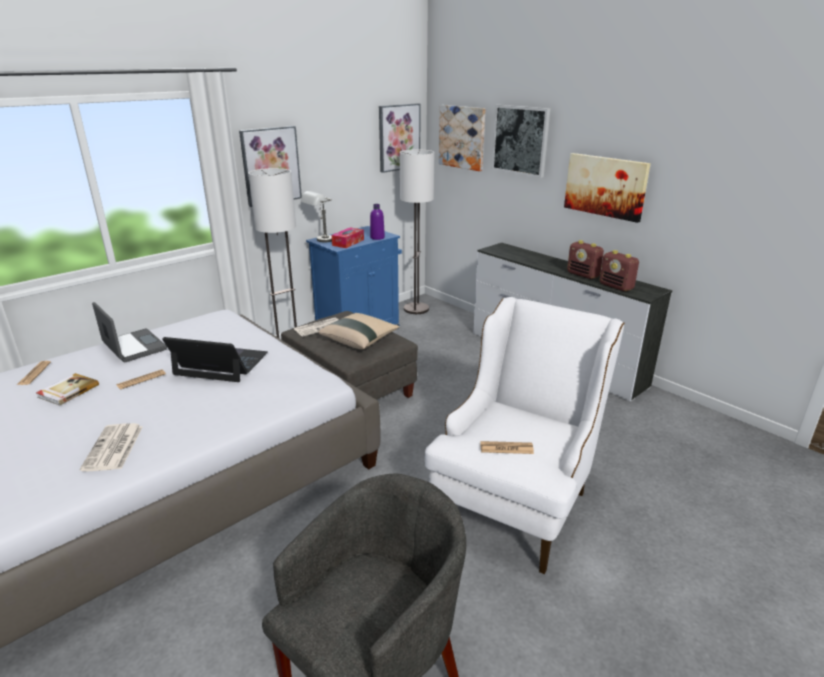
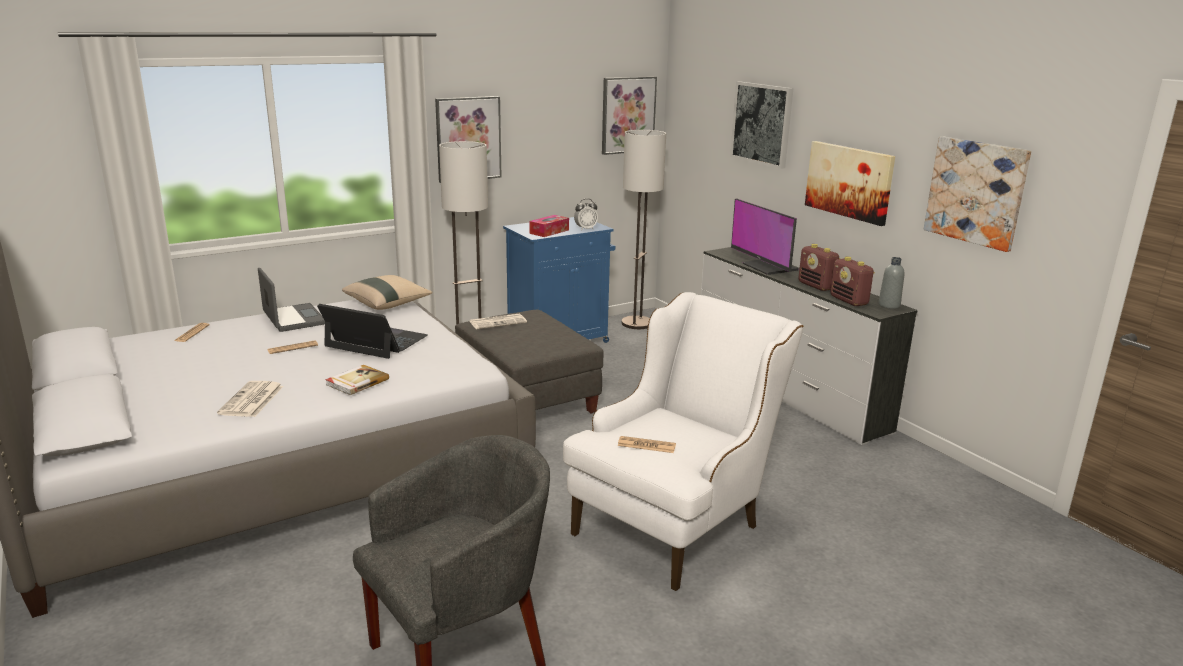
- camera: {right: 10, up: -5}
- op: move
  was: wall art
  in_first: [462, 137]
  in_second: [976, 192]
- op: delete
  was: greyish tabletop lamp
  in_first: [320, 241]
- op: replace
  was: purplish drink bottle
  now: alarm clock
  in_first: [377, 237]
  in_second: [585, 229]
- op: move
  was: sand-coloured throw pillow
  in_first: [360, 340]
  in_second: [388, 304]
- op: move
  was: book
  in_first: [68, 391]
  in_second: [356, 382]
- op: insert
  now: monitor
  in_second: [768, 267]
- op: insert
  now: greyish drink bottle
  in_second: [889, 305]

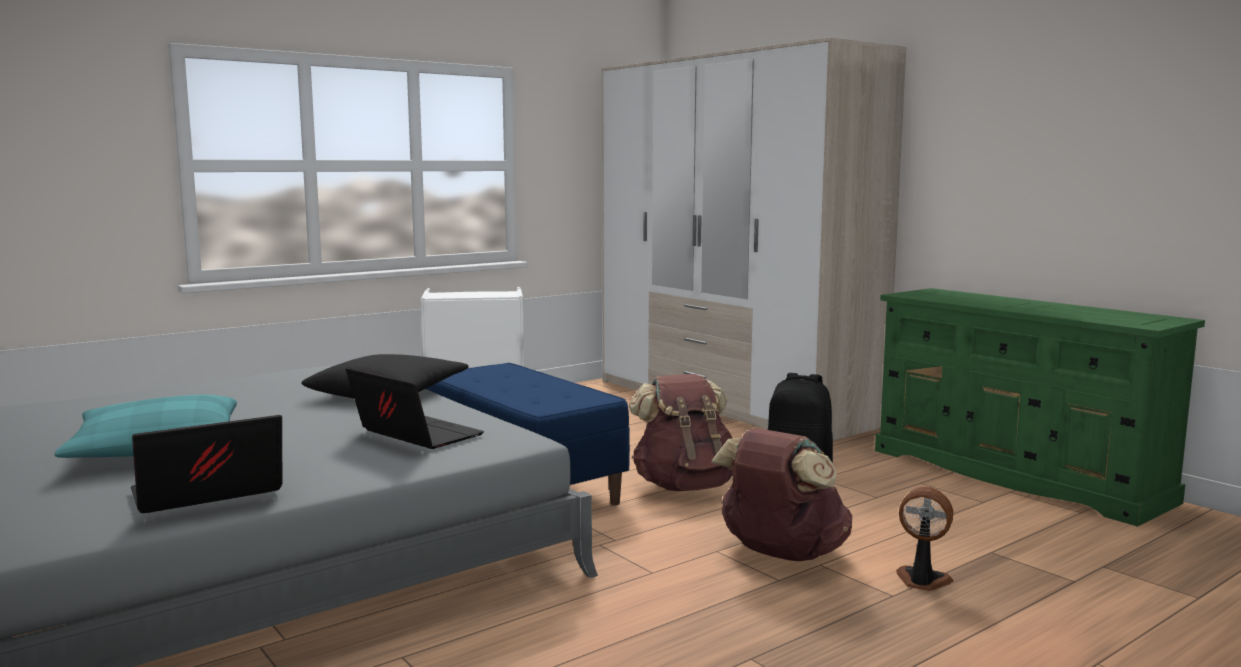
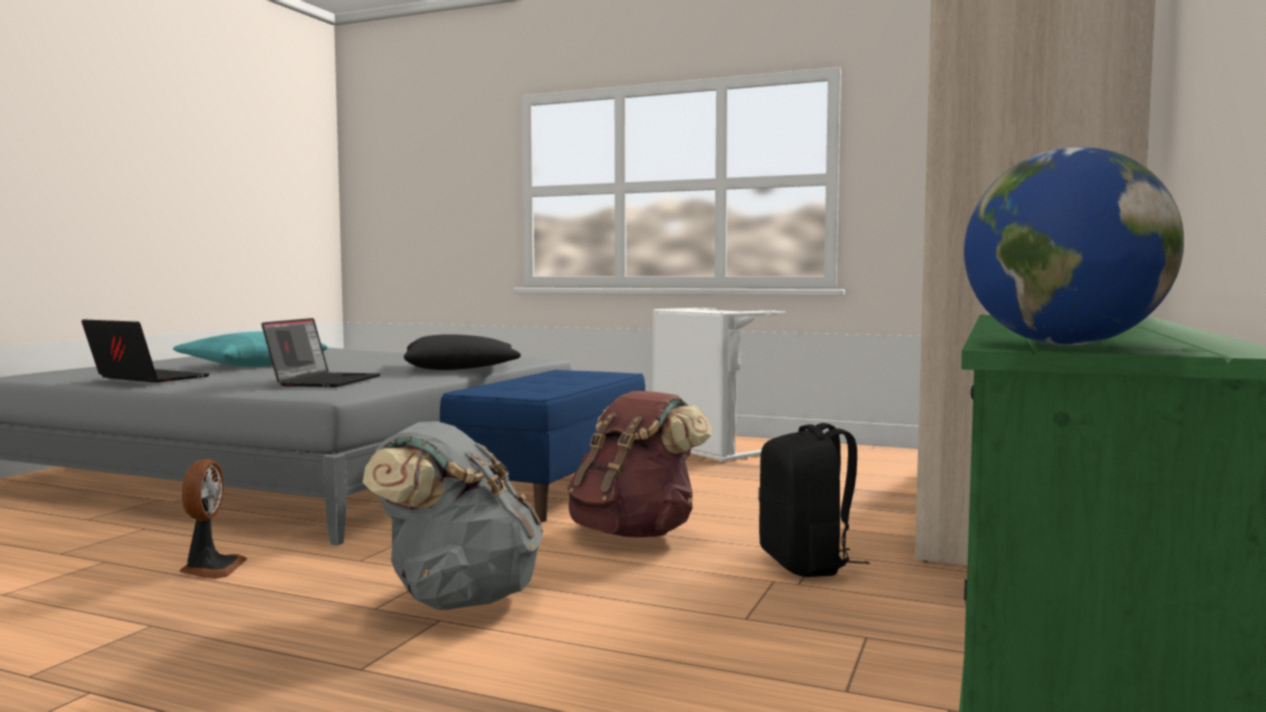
- camera: {right: 60, up: -5}
- op: recolor
  was: brown-coloured backpack
  now: greyish backpack
  in_first: [781, 554]
  in_second: [457, 598]
- op: move
  was: cooling fan
  in_first: [922, 581]
  in_second: [211, 568]
- op: insert
  now: world globe
  in_second: [1064, 345]

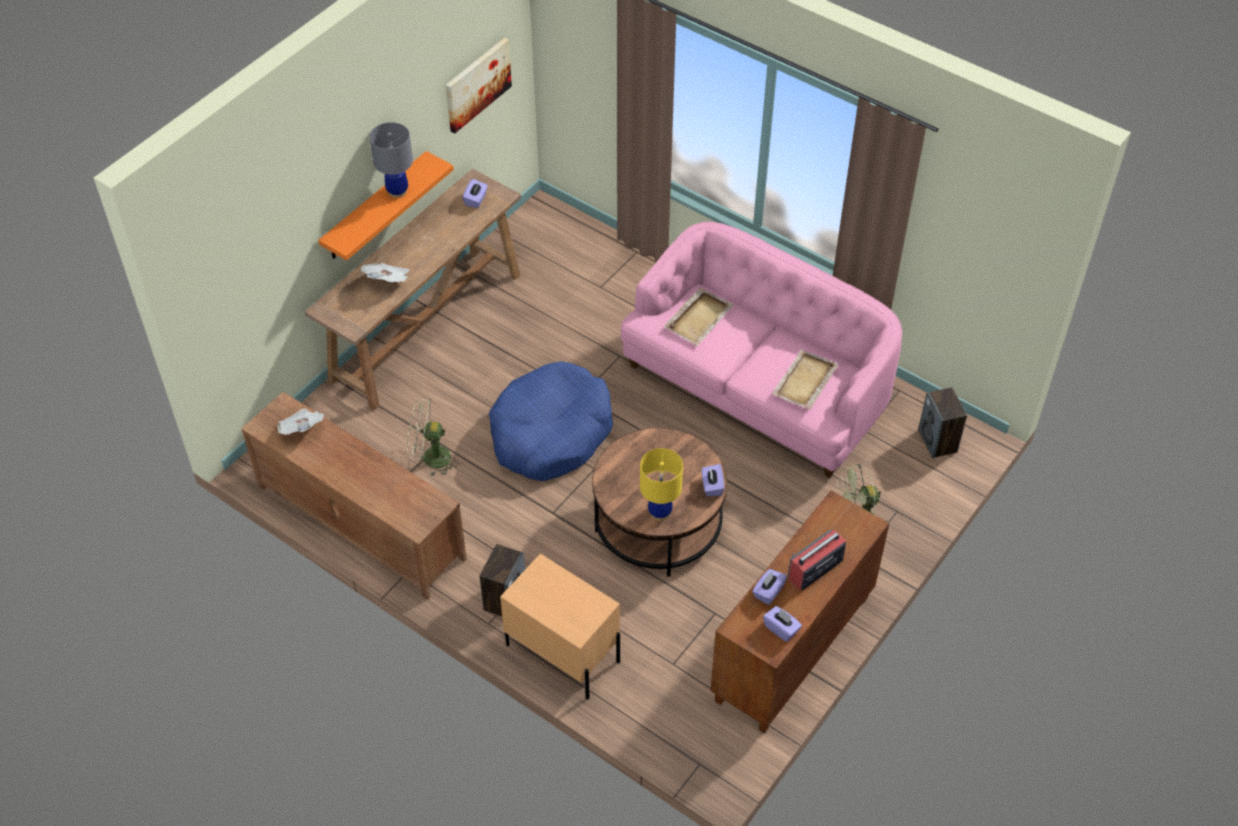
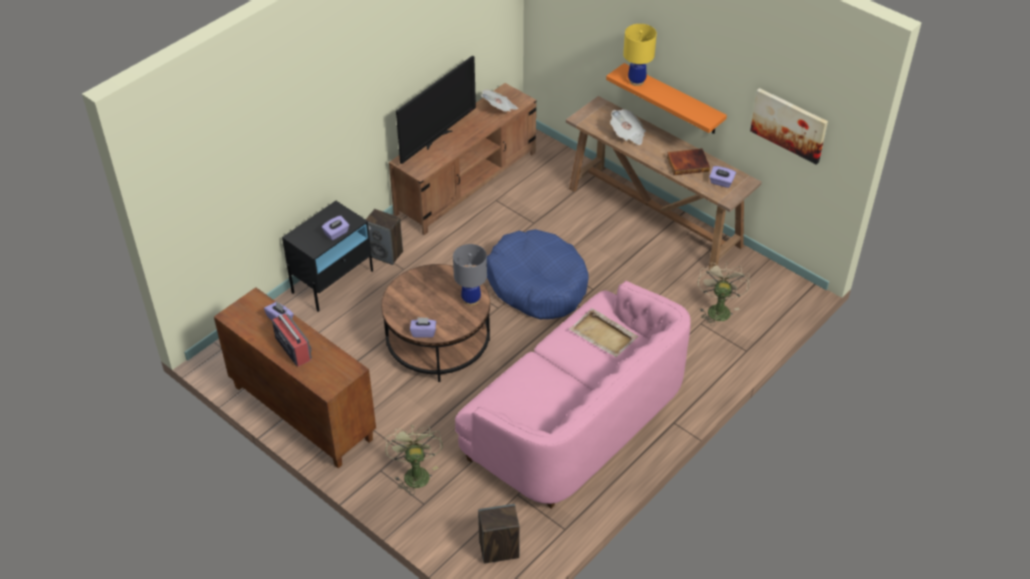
- camera: {right: 95, up: -5}
- op: move
  was: greyish tabletop lamp
  in_first: [397, 191]
  in_second: [471, 300]
- op: delete
  was: sand-coloured carrying tray
  in_first: [804, 381]
- op: move
  was: sand-coloured cooling fan
  in_first: [430, 458]
  in_second: [718, 309]
- op: move
  was: yellowish tabletop lamp
  in_first: [660, 512]
  in_second: [636, 81]
- op: recolor
  was: sand-coloured nightstand
  now: black nightstand
  in_first: [562, 652]
  in_second: [333, 281]
- op: move
  was: purplish box of tissues
  in_first: [781, 629]
  in_second: [336, 233]
- op: insert
  now: TV set
  in_second: [437, 138]
- op: insert
  now: book
  in_second: [687, 163]

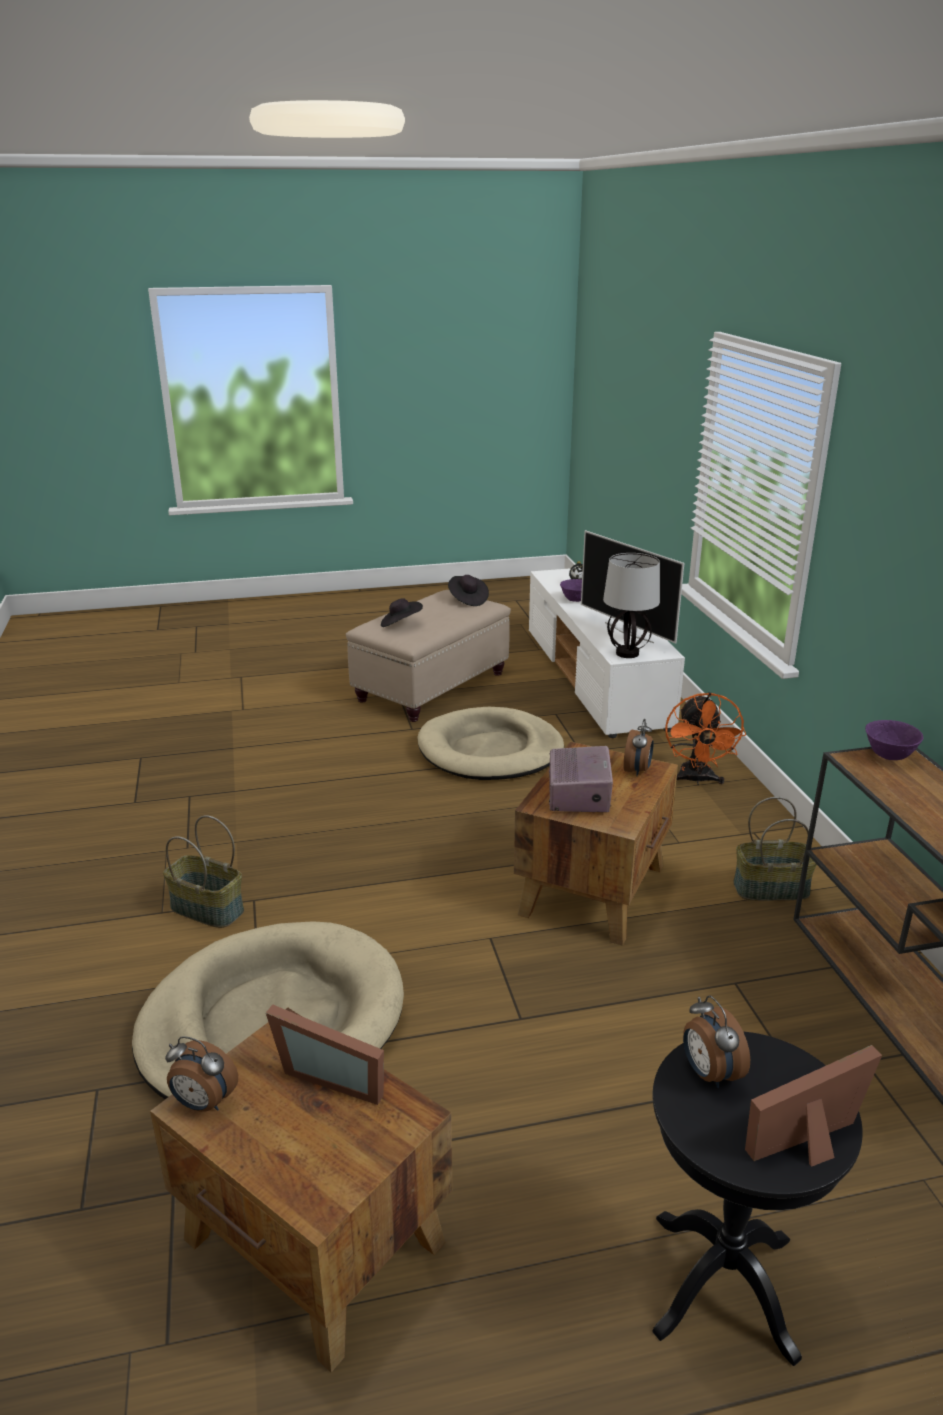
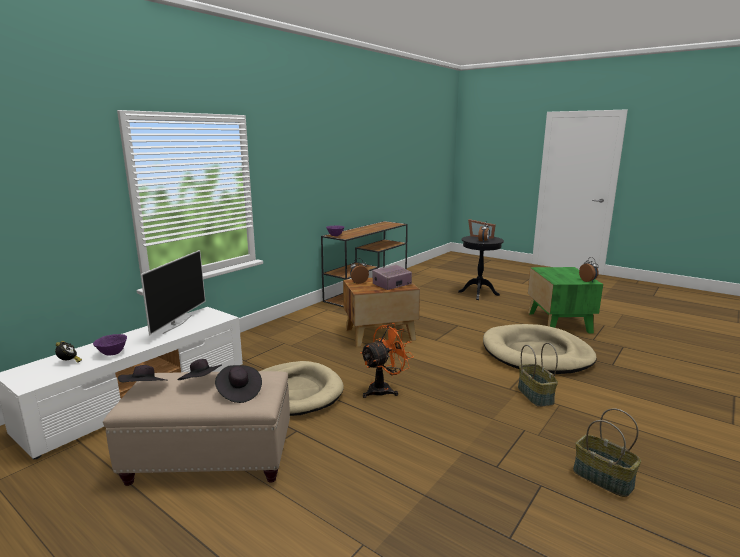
- camera: {right: -130, up: -10}
- op: delete
  was: tabletop lamp
  in_first: [627, 653]
- op: move
  was: orangey cooling fan
  in_first: [696, 780]
  in_second: [384, 389]
- op: move
  was: storage basket
  in_first: [771, 888]
  in_second: [602, 478]
- op: delete
  was: photo frame
  in_first: [333, 1074]
- op: recolor
  was: brown-coloured end table
  now: green-coloured end table
  in_first: [315, 1244]
  in_second: [559, 322]
- op: insert
  now: black hat
  in_second: [202, 383]

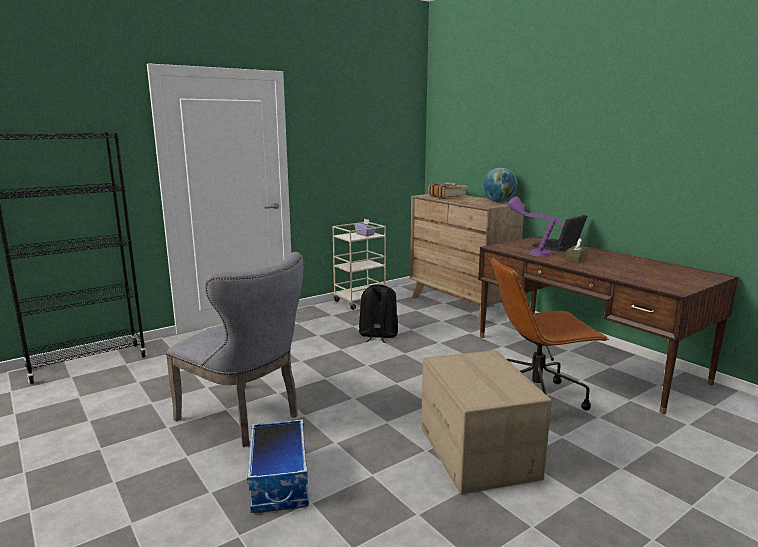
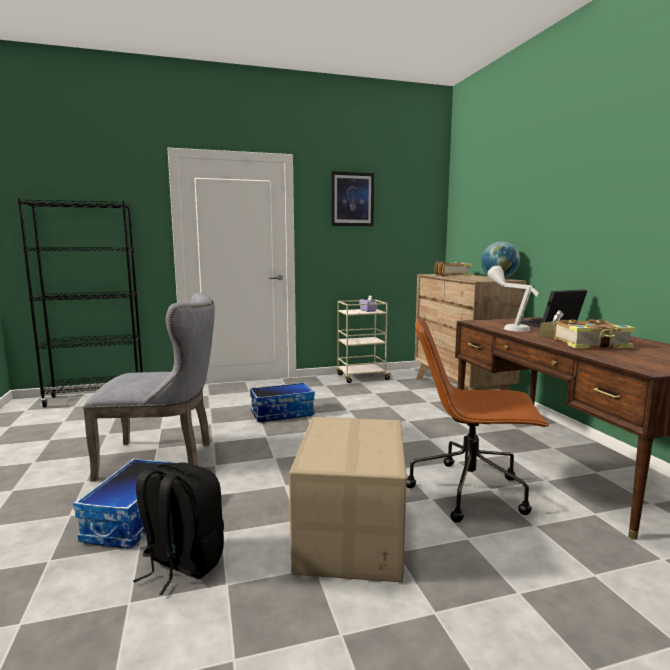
- camera: {right: 20, up: -5}
- op: recolor
  was: purplish tabletop lamp
  now: greyish tabletop lamp
  in_first: [531, 251]
  in_second: [509, 327]
- op: rotate
  was: greyish plain chair
  in_first: [246, 418]
  in_second: [164, 458]
  clockwise: -60
- op: move
  was: black backpack
  in_first: [378, 335]
  in_second: [181, 564]
- op: insert
  now: wall art
  in_second: [352, 199]
- op: insert
  now: book
  in_second: [592, 344]
- op: insert
  now: storage box
  in_second: [282, 413]

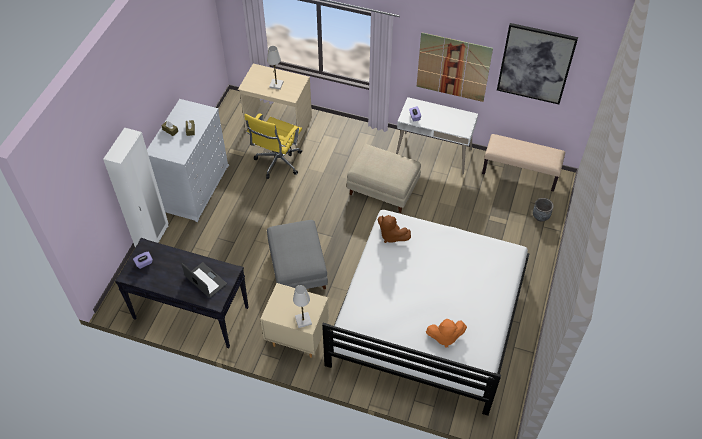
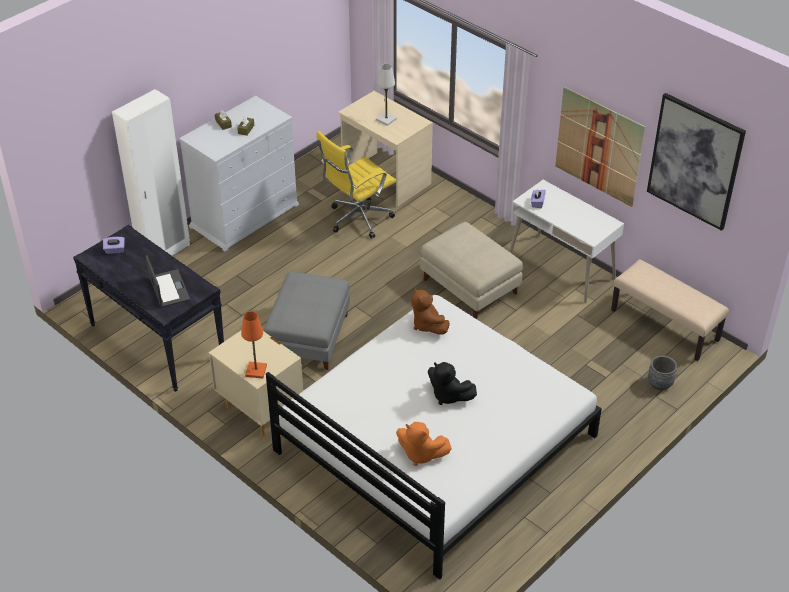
- camera: {right: 25, up: -10}
- op: recolor
  was: white-coloured tabletop lamp
  now: orangey tabletop lamp
  in_first: [303, 320]
  in_second: [256, 371]
- op: insert
  now: black plush toy
  in_second: [448, 395]

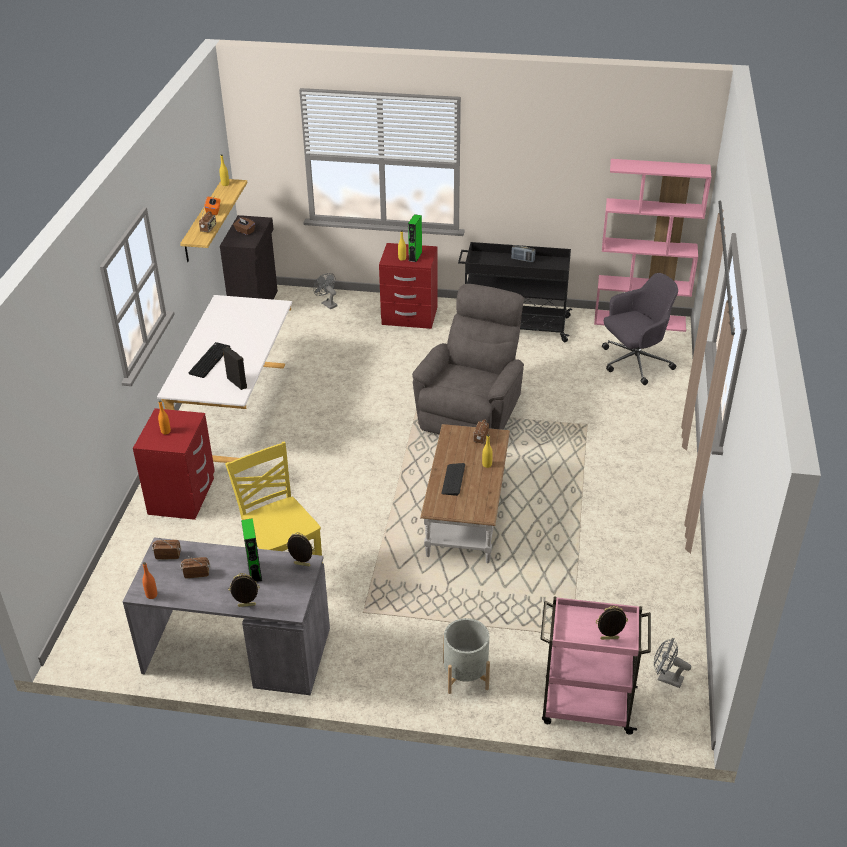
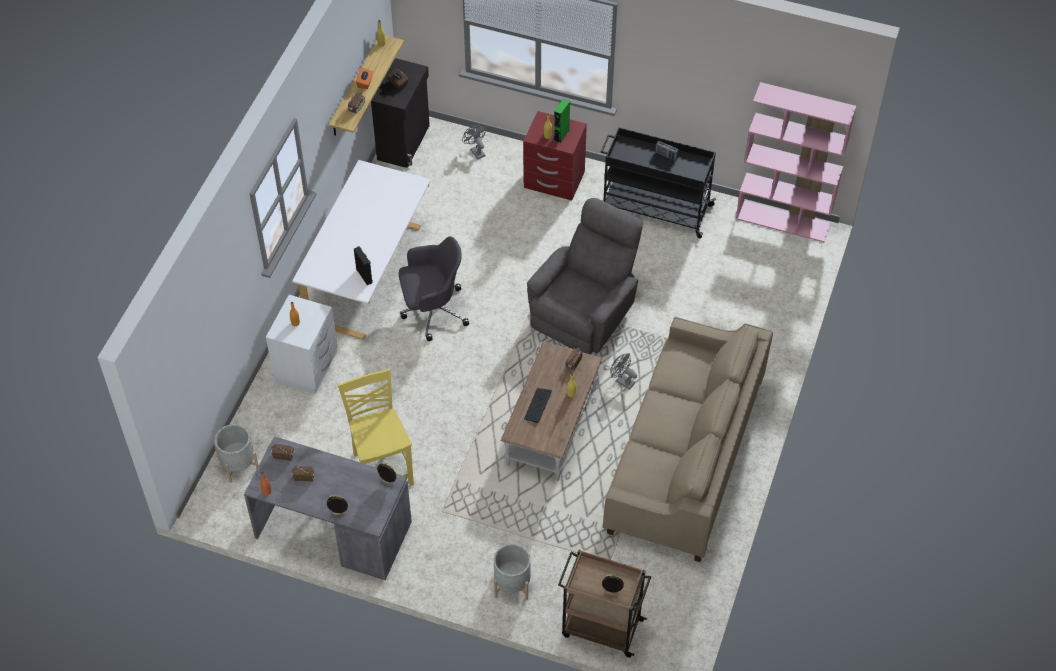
- camera: {right: 10, up: 15}
- op: move
  was: greyish office chair
  in_first: [634, 363]
  in_second: [432, 310]
- op: delete
  was: computer keyboard
  in_first: [209, 360]
- op: recolor
  was: reddish nightstand
  now: white-coloured nightstand
  in_first: [183, 496]
  in_second: [307, 367]
- op: delete
  was: green-coloured audio speaker
  in_first: [254, 572]
- op: recolor
  was: pink-coloured cart
  now: brown-coloured cart
  in_first: [585, 706]
  in_second: [601, 627]
- op: move
  was: greyish cooling fan
  in_first: [666, 678]
  in_second: [622, 381]
- op: insert
  now: sand-coloured settee
  in_second: [684, 459]
- op: insert
  now: greyish plant pot
  in_second: [238, 464]

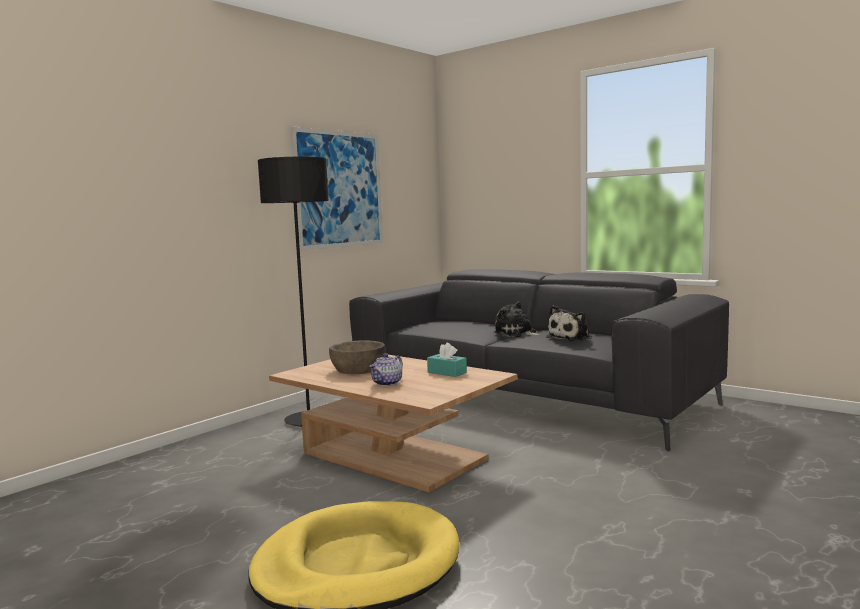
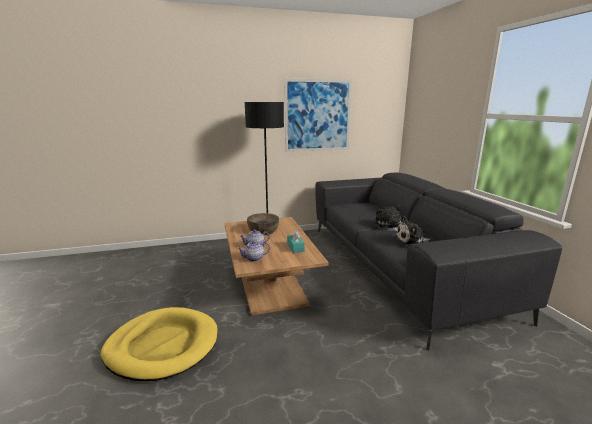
- camera: {right: 35, up: 10}
- op: insert
  now: teapot
  in_second: [254, 258]

